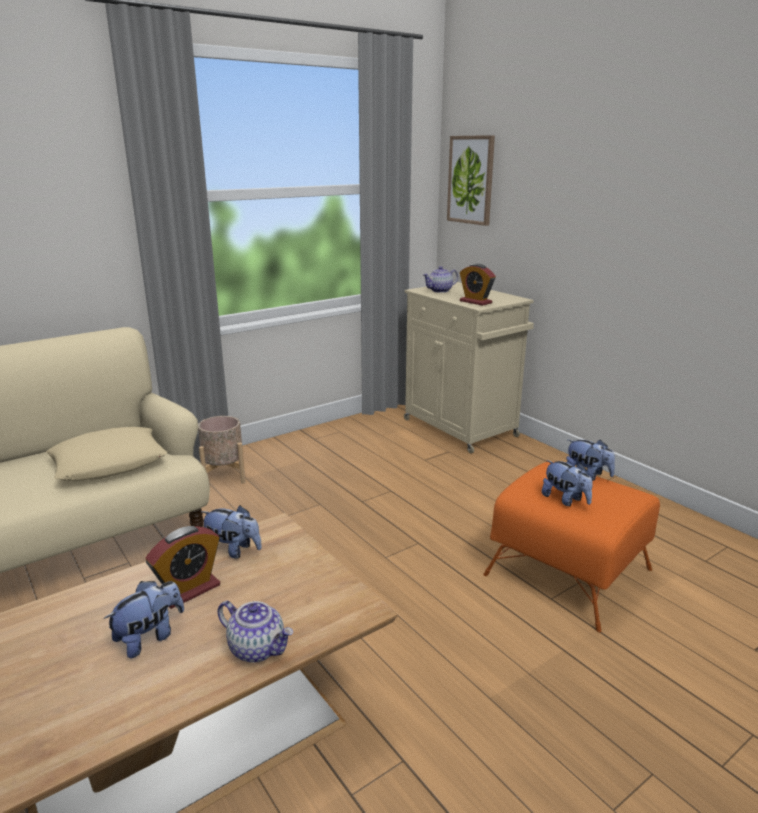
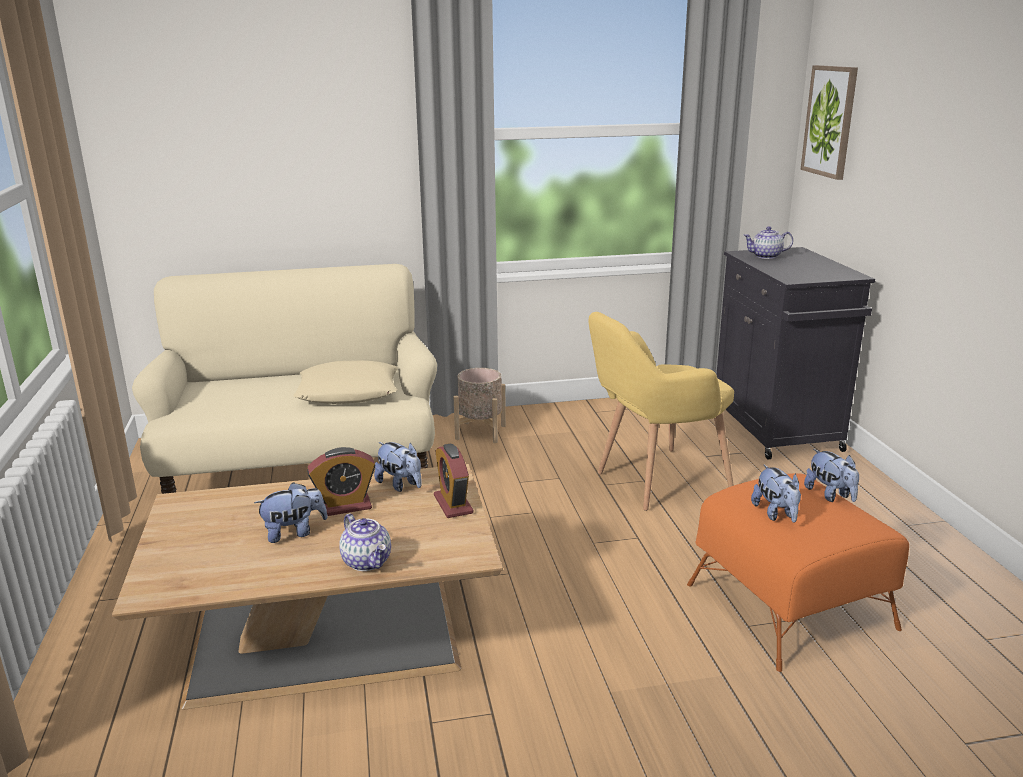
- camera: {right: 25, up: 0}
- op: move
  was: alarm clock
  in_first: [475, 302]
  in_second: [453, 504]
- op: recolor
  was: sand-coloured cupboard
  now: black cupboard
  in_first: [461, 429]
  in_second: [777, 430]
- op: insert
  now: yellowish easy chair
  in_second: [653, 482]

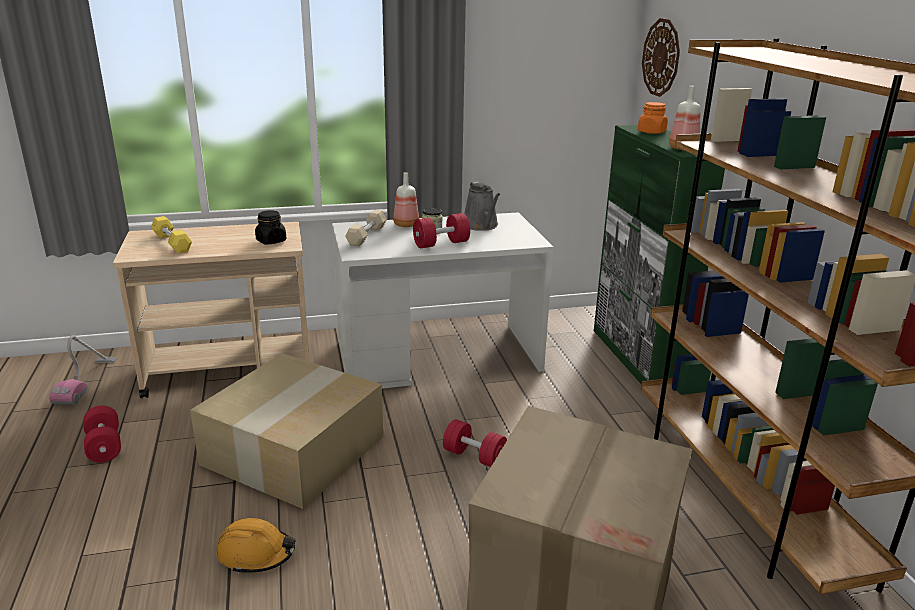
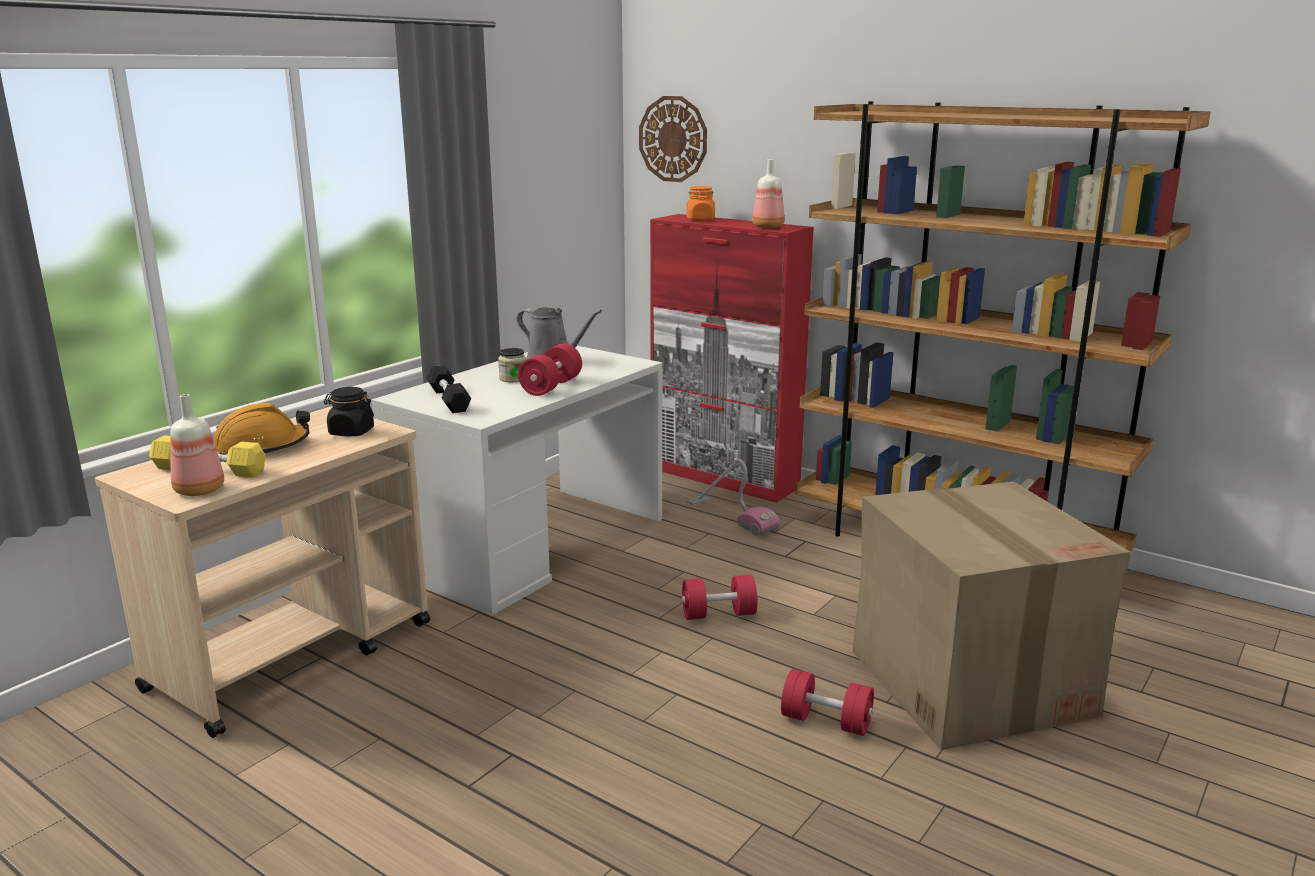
- camera: {right: -40, up: -5}
- op: recolor
  was: green-coloured cupboard
  now: reddish cupboard
  in_first: [637, 357]
  in_second: [724, 478]
- op: move
  was: drink bottle
  in_first: [406, 225]
  in_second: [200, 491]
- op: recolor
  was: sand-coloured free weight
  now: black free weight
  in_first: [367, 235]
  in_second: [449, 400]
- op: move
  was: hoover
  in_first: [86, 381]
  in_second: [731, 516]
- op: delete
  was: packing box
  in_first: [294, 452]
- op: move
  was: reddish free weight
  in_first: [104, 446]
  in_second: [826, 721]
- op: move
  was: orangey hard hat
  in_first: [256, 554]
  in_second: [262, 447]

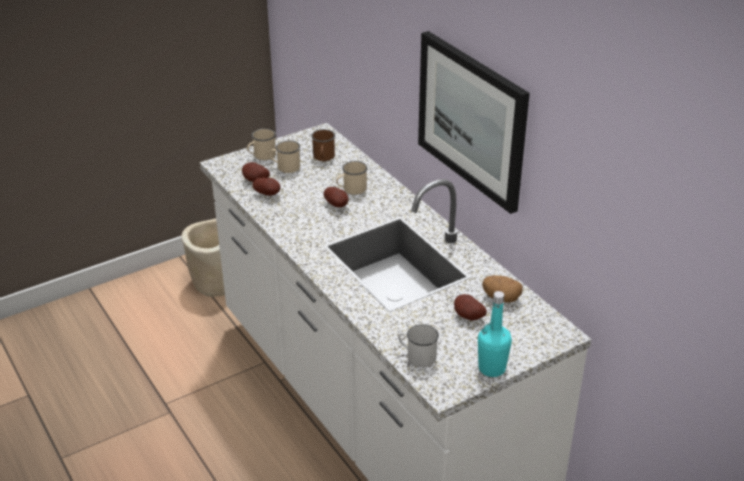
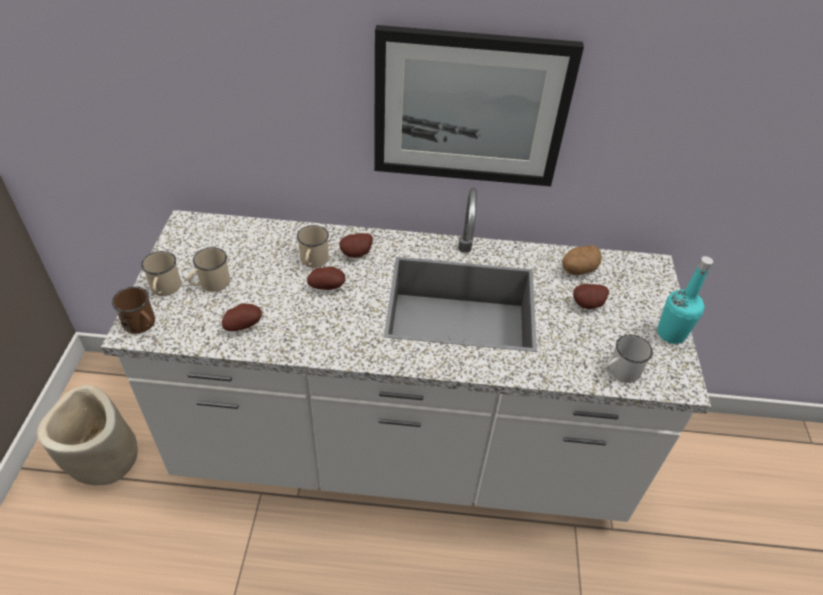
- camera: {right: -55, up: 10}
- op: move
  was: brown-coloured mug
  in_first: [323, 157]
  in_second: [142, 325]
- op: move
  was: potato
  in_first: [255, 181]
  in_second: [357, 255]

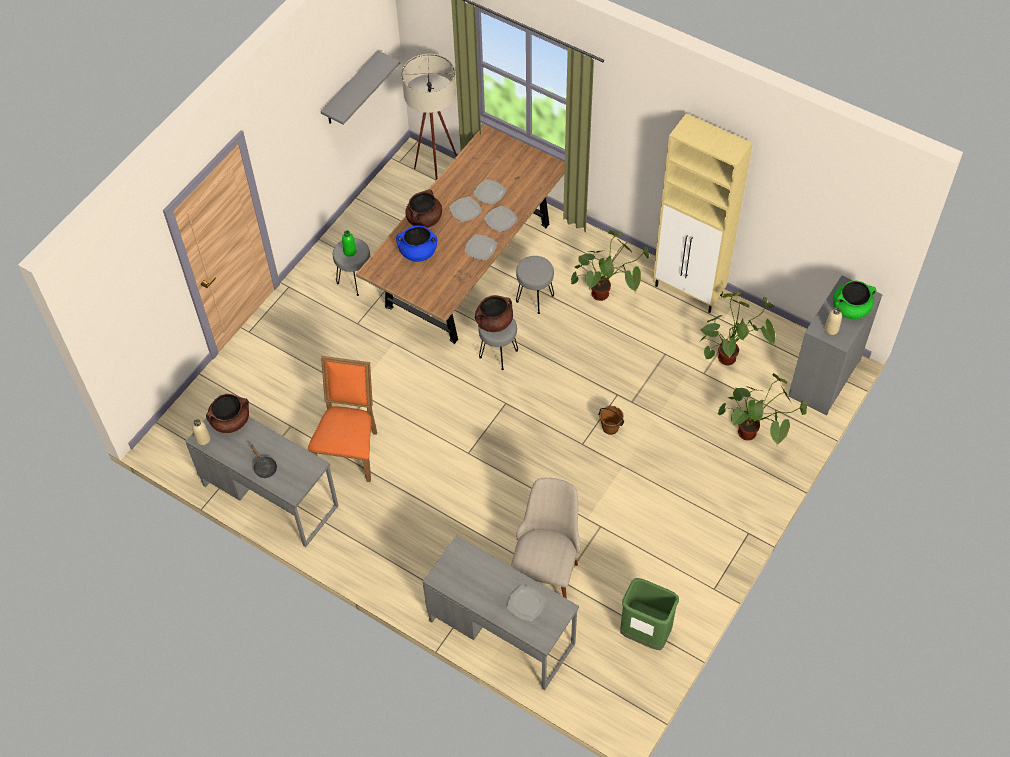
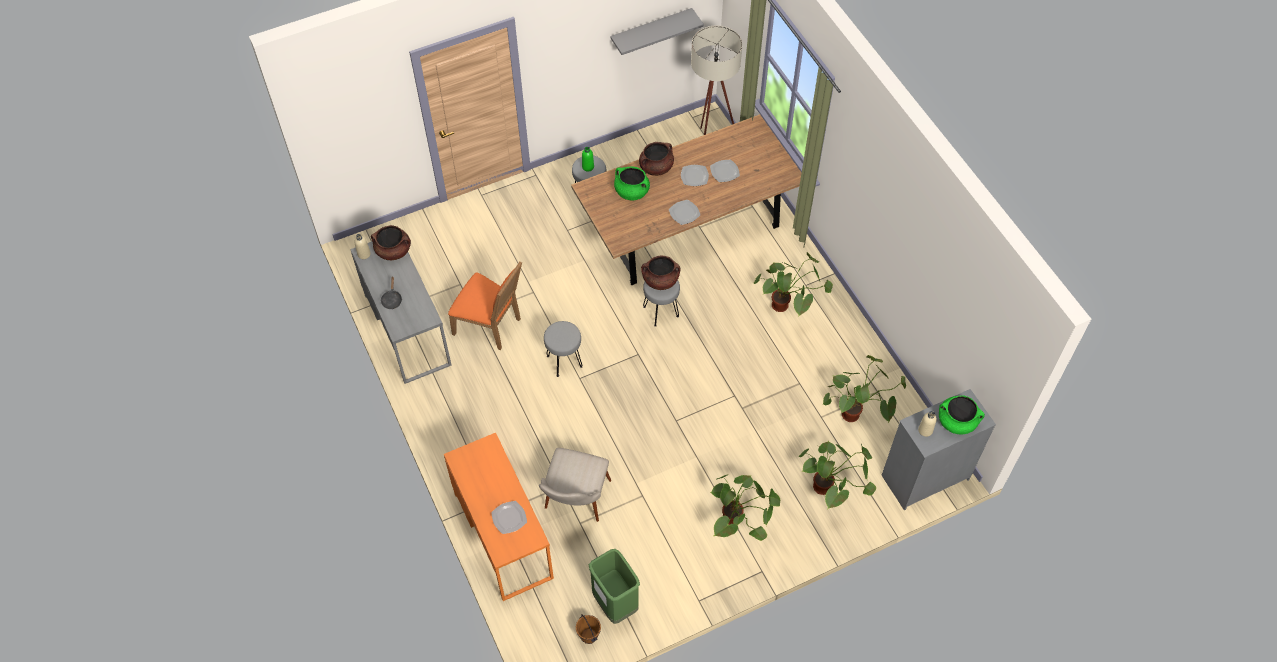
- camera: {right: 30, up: 0}
- op: delete
  was: sand-coloured cupboard
  in_first: [689, 291]
- op: delete
  was: dinner plate
  in_first: [500, 220]
- op: recolor
  was: blue-coloured saucepot
  now: green-coloured saucepot
  in_first: [418, 252]
  in_second: [631, 192]
- op: move
  was: greyish stool seat
  in_first: [535, 299]
  in_second: [564, 361]
- op: rotate
  was: orangey plain chair
  in_first: [349, 449]
  in_second: [491, 326]
  clockwise: 75
- op: move
  was: brown-coloured pail
  in_first: [610, 428]
  in_second: [588, 636]
- op: rotate
  was: sand-coloured plain chair
  in_first: [546, 568]
  in_second: [574, 504]
  clockwise: 150
- op: recolor
  was: greyish desk unit
  now: orangey desk unit
  in_first: [501, 631]
  in_second: [503, 535]
- op: insert
  now: potted plant
  in_second: [739, 523]

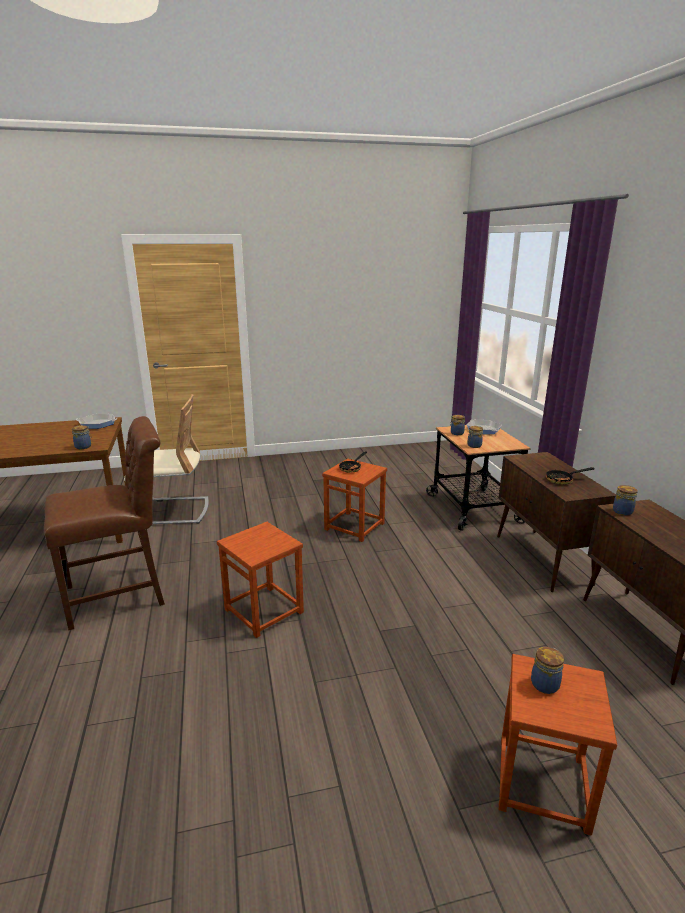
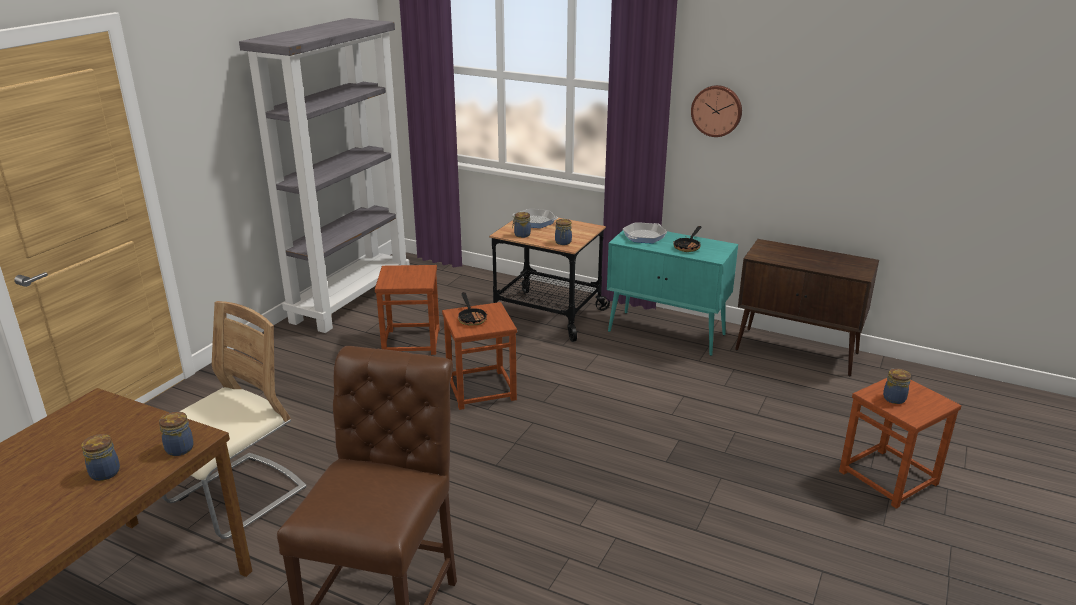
- camera: {right: -50, up: 5}
- op: move
  was: pan
  in_first: [97, 424]
  in_second: [644, 236]
- op: recolor
  was: brown-coloured cupboard
  now: turquoise-coloured cupboard
  in_first: [543, 560]
  in_second: [667, 333]
- op: move
  was: storage jar
  in_first: [622, 511]
  in_second: [104, 472]
- op: move
  was: brown-coloured stool seat
  in_first: [264, 610]
  in_second: [411, 342]
- op: insert
  now: greyish shelving unit
  in_second: [351, 299]
- op: insert
  now: wall clock
  in_second: [717, 110]

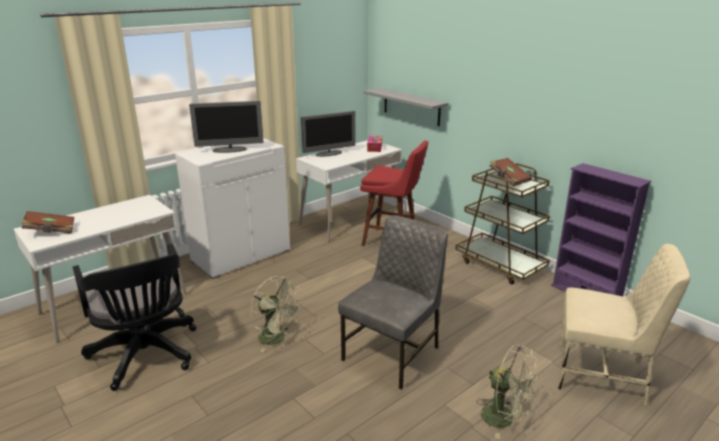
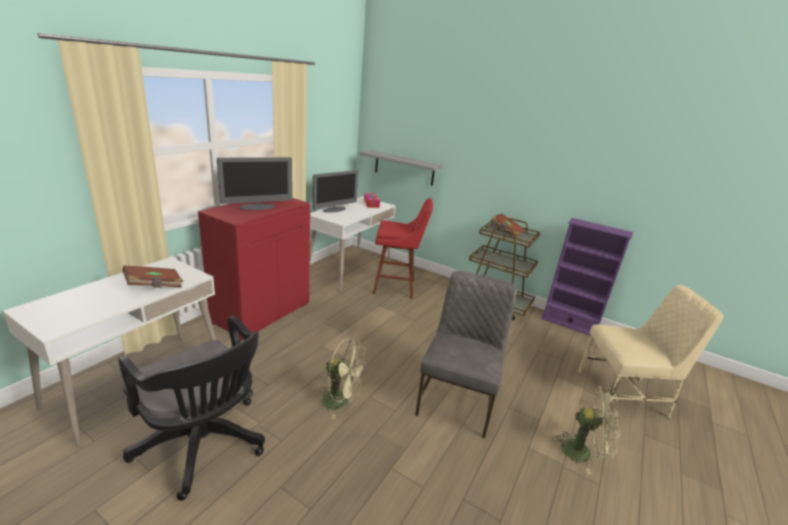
- camera: {right: -20, up: 0}
- op: recolor
  was: white-coloured cupboard
  now: reddish cupboard
  in_first: [241, 255]
  in_second: [261, 312]
- op: move
  was: brown-coloured book
  in_first: [51, 231]
  in_second: [155, 286]

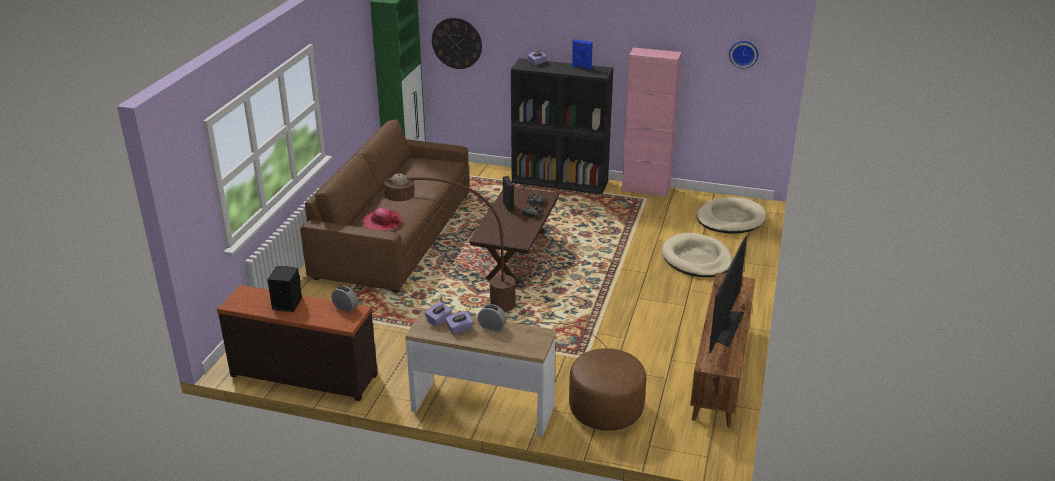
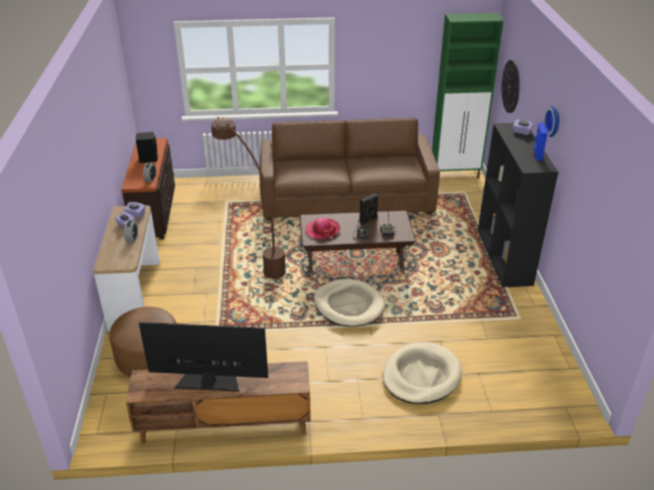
- camera: {right: 70, up: 5}
- op: move
  was: wall clock
  in_first: [743, 53]
  in_second: [554, 121]
- op: delete
  was: pink-coloured cupboard
  in_first: [645, 189]
- op: move
  was: sand-coloured pet bed
  in_first: [730, 219]
  in_second: [349, 305]
- op: move
  was: hat
  in_first: [382, 222]
  in_second: [322, 230]

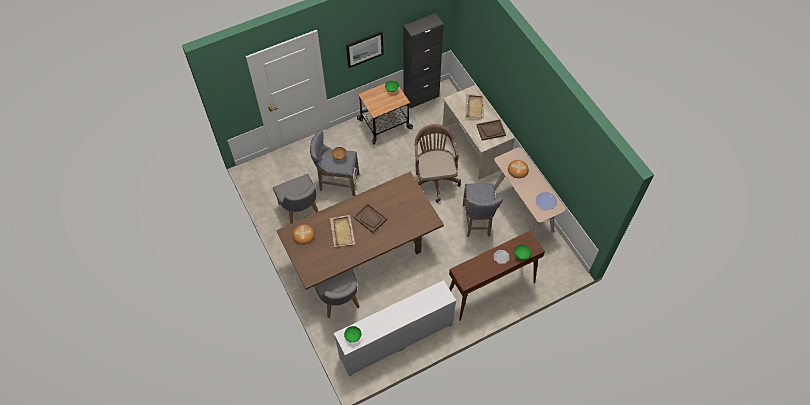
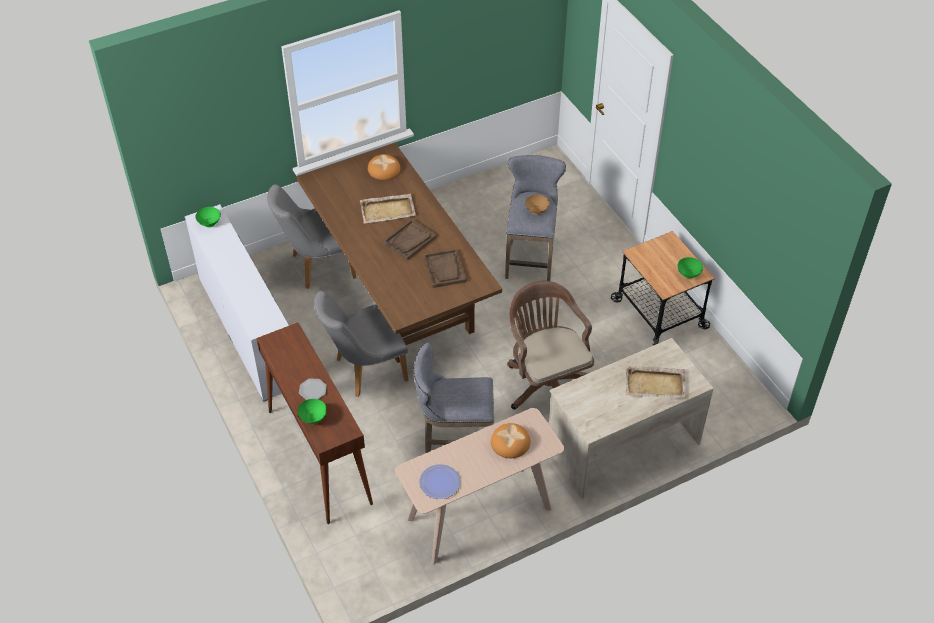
- camera: {right: 90, up: -10}
- op: delete
  was: black cupboard
  in_first: [421, 97]
- op: delete
  was: wall art
  in_first: [364, 49]
- op: move
  was: brown-coloured carrying tray
  in_first: [491, 130]
  in_second: [444, 269]
- op: rotate
  was: brown-coloured office chair
  in_first: [434, 178]
  in_second: [546, 382]
  clockwise: -105
- op: move
  was: greyish plain chair
  in_first: [301, 212]
  in_second: [364, 370]

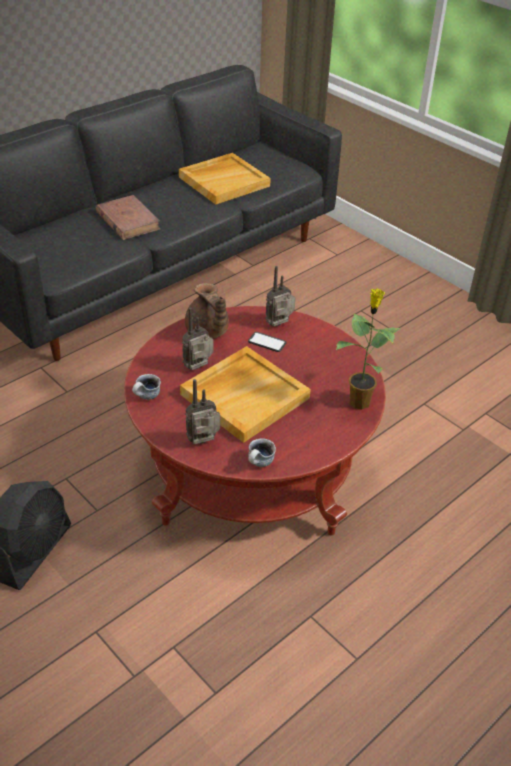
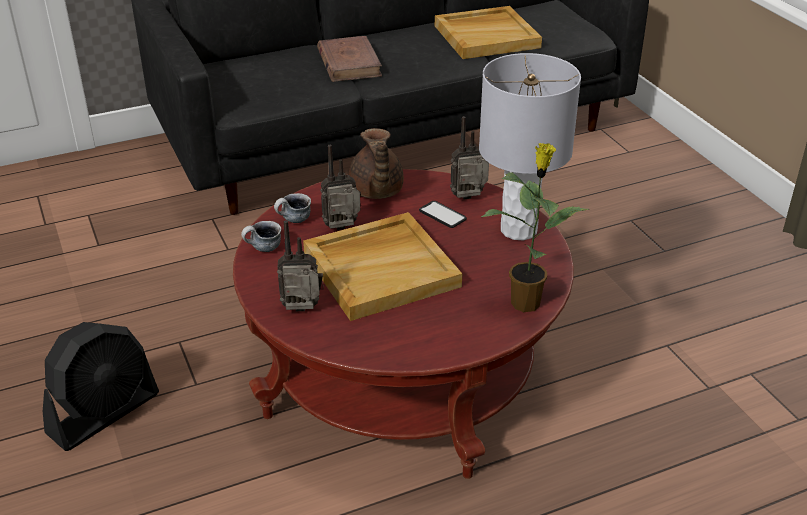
- camera: {right: 20, up: -5}
- op: move
  was: mug
  in_first: [260, 464]
  in_second: [293, 221]
- op: insert
  now: greyish tabletop lamp
  in_second: [518, 230]

